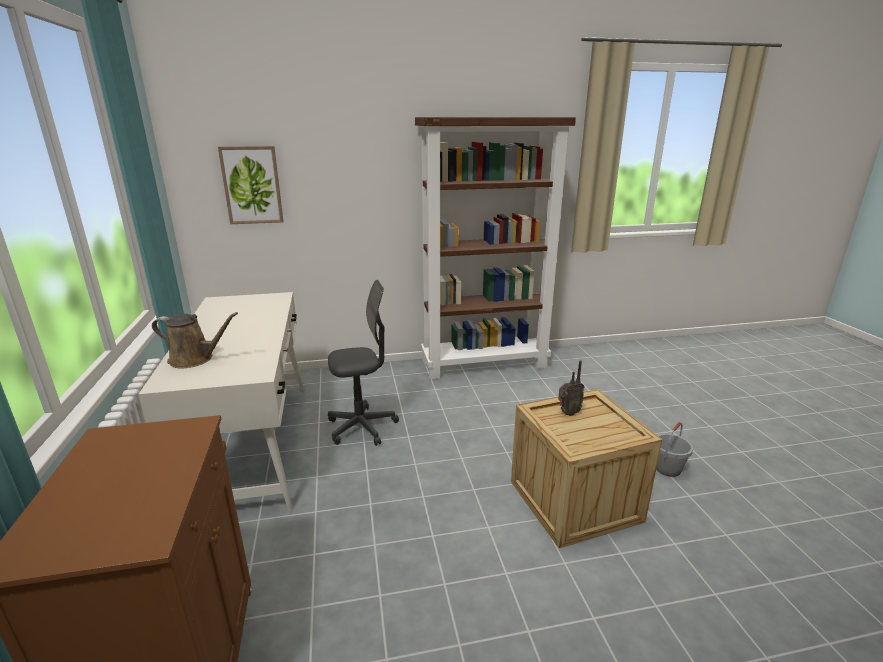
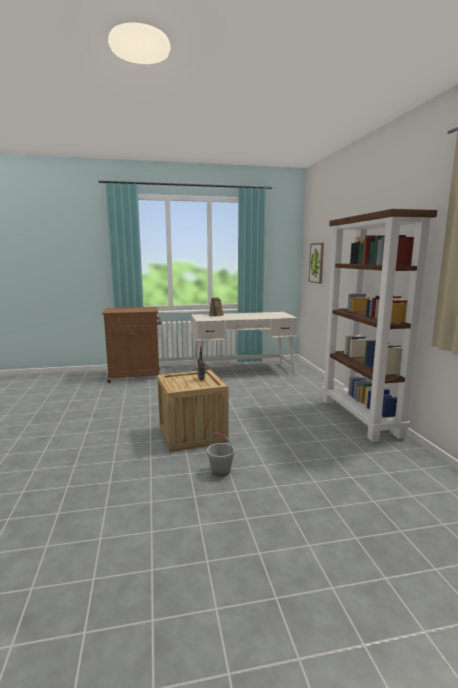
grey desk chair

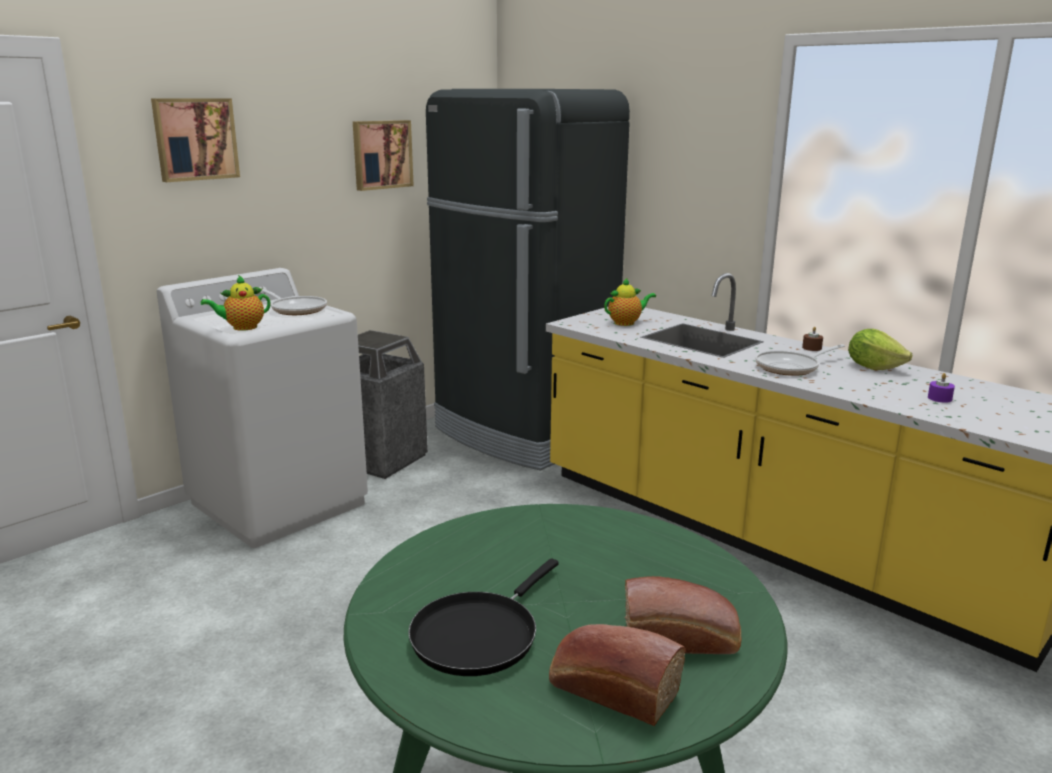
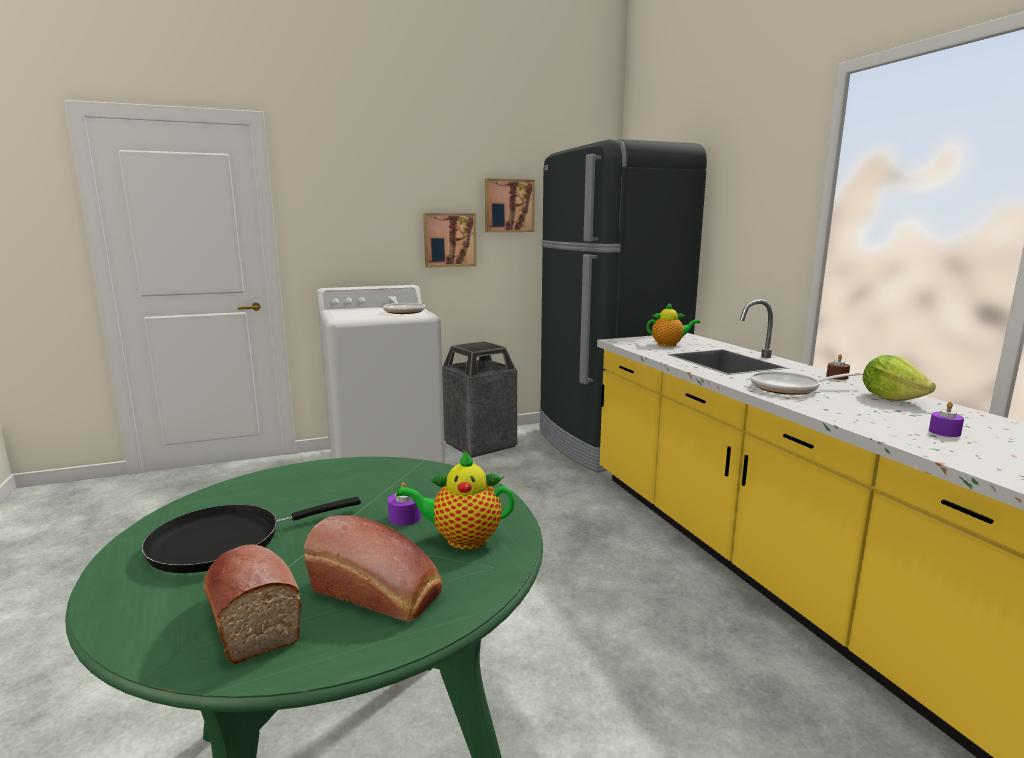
purple candle (no. 1 from left)
wall art (no. 1 from left)
teapot (no. 1 from left)

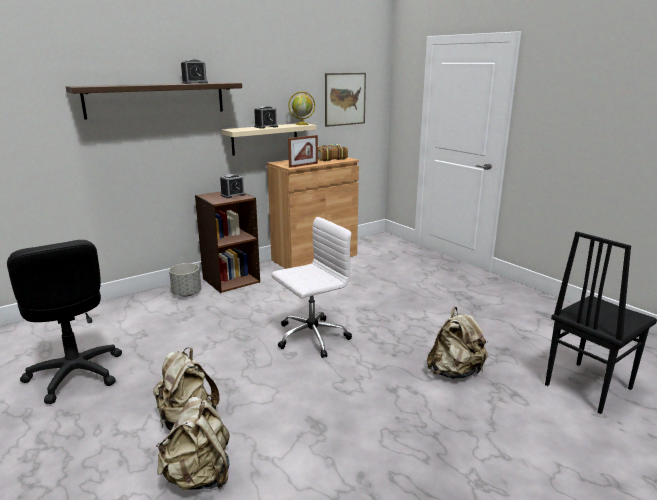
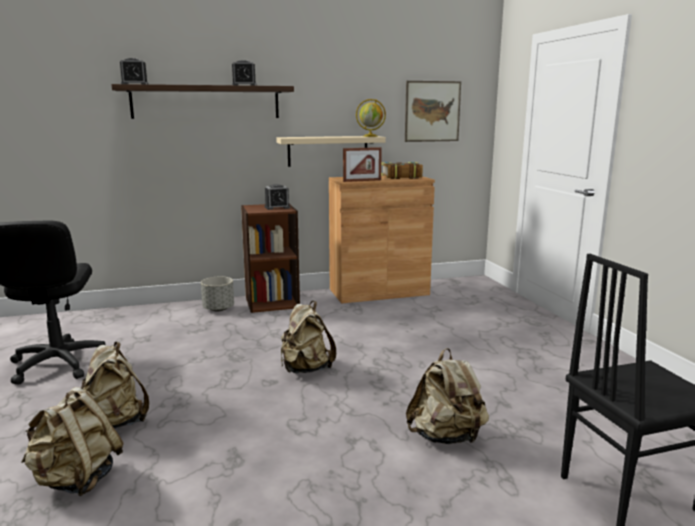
alarm clock (no. 1 from left)
beige backpack (no. 3 from left)

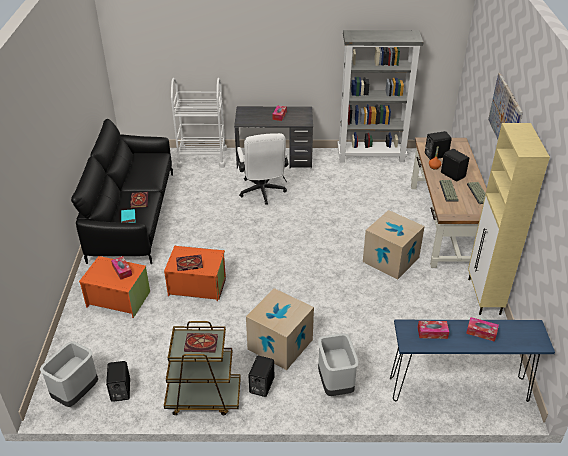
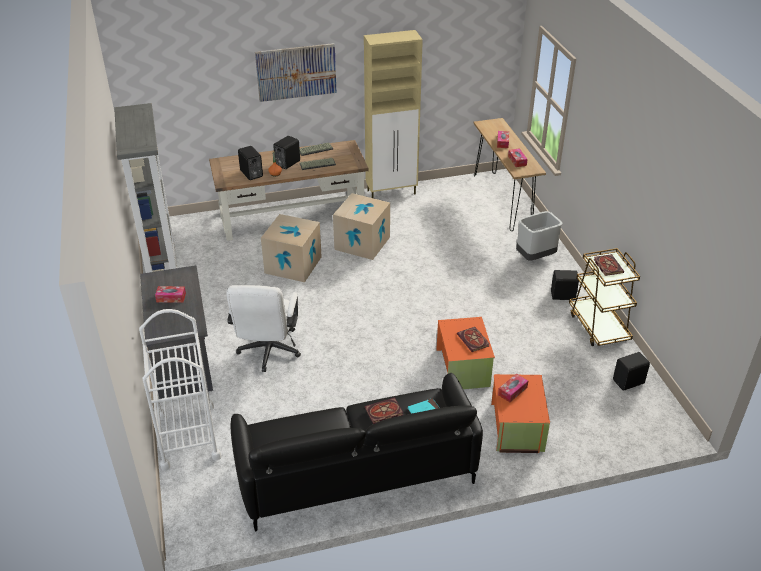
grey trash can (no. 1 from left in the first image)
packing box (no. 1 from left)
brown-coloured narrow table
white desk chair

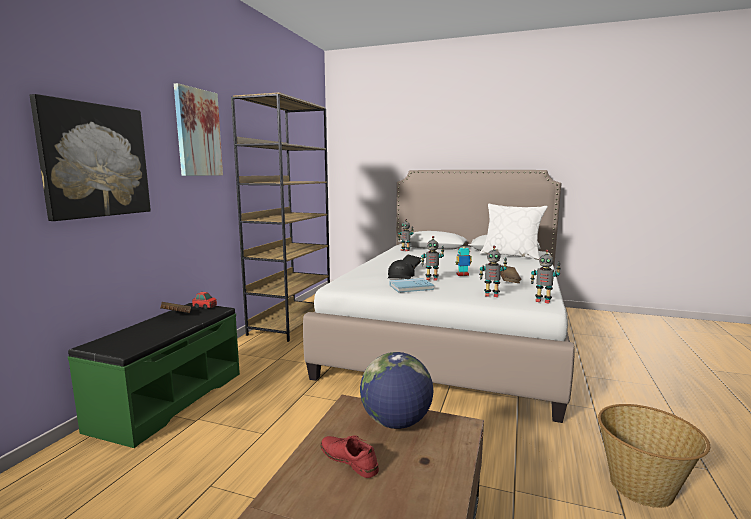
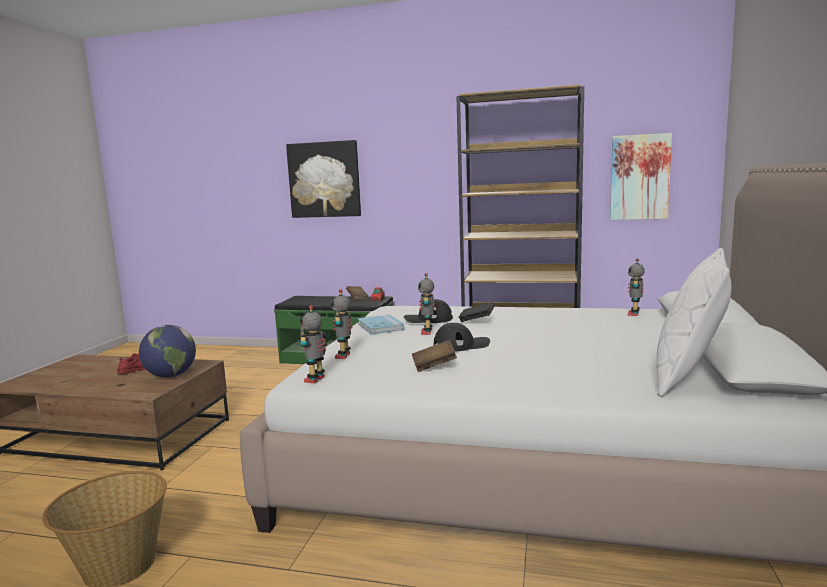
wall art (no. 2 from left)
blackish cap (no. 2 from left)

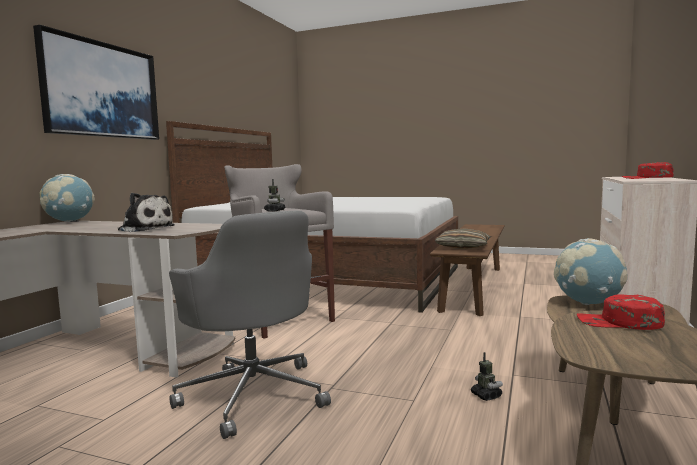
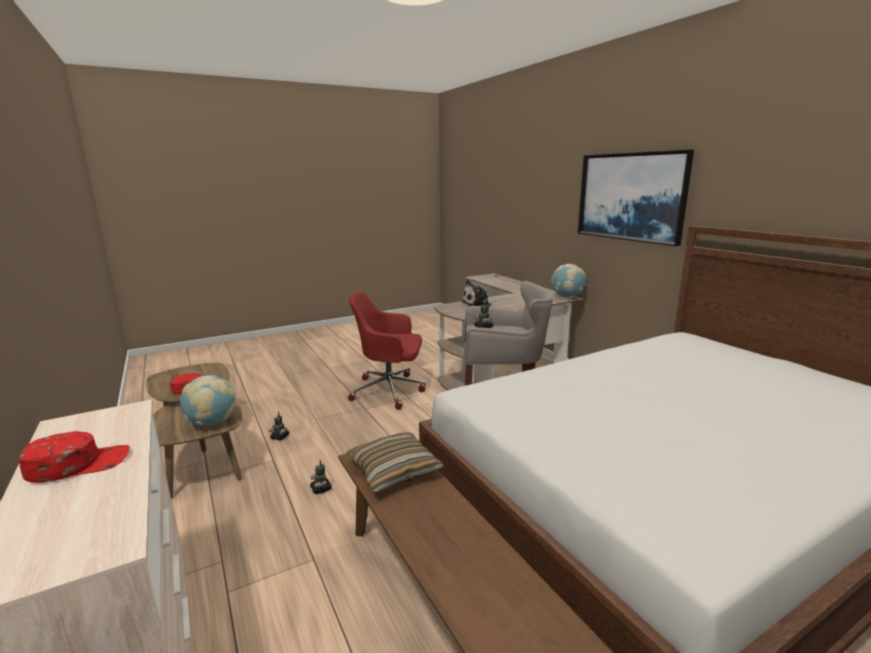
toy robot (no. 2 from left)
red-coloured desk chair

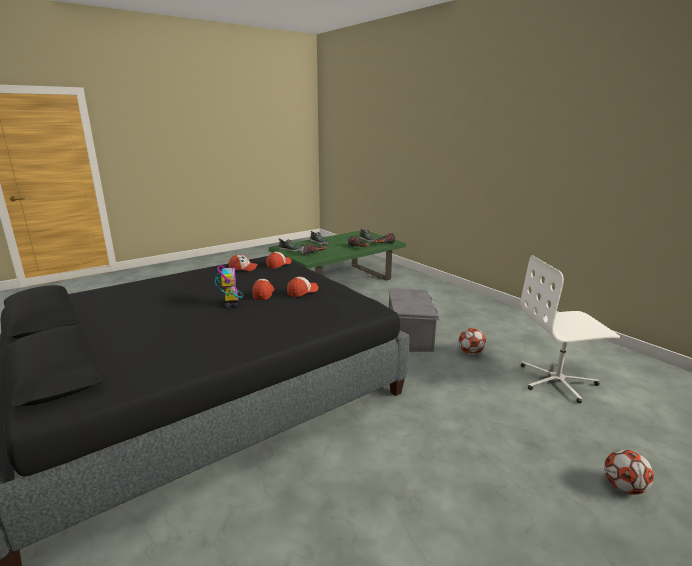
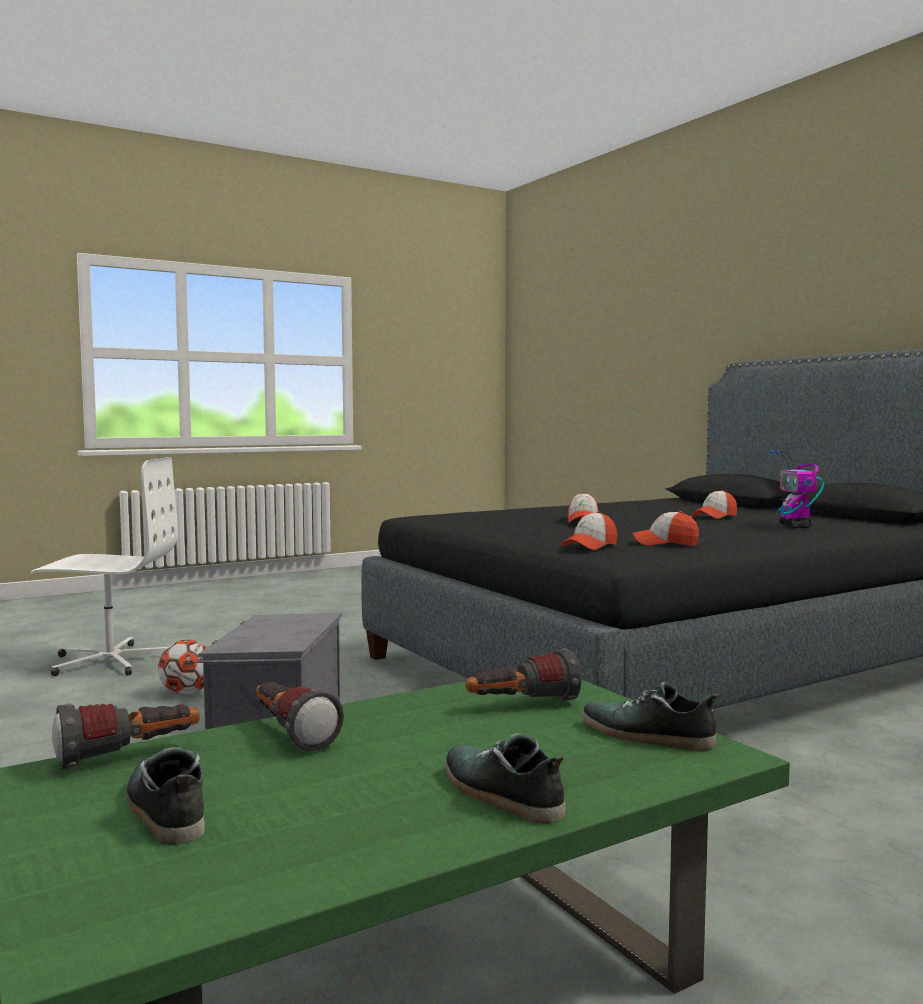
ball for football (no. 2 from left in the first image)
toy robot
cap (no. 4 from left)

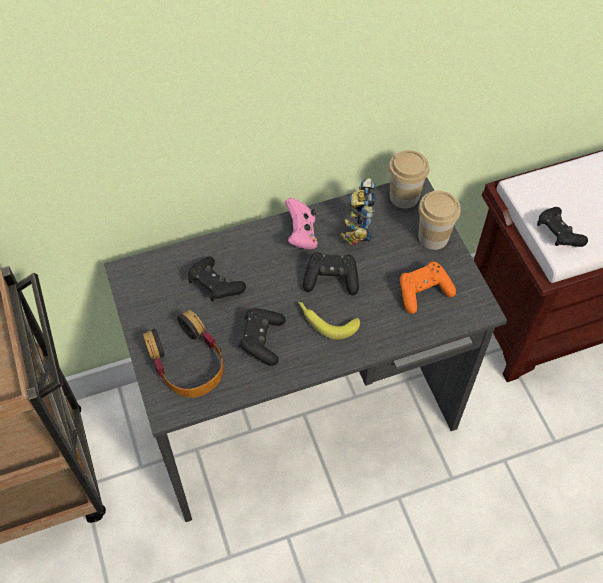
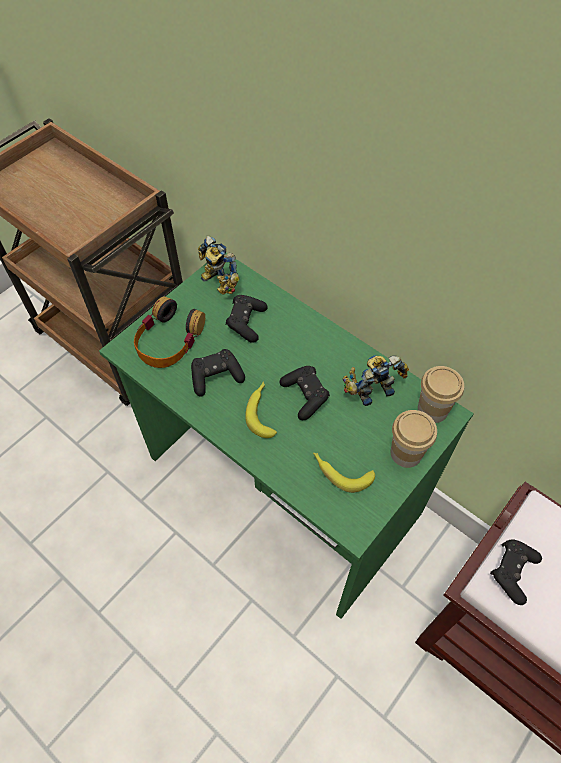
pinkish game controller
toy robot (no. 1 from left)
banana (no. 2 from left)
greenish desk unit

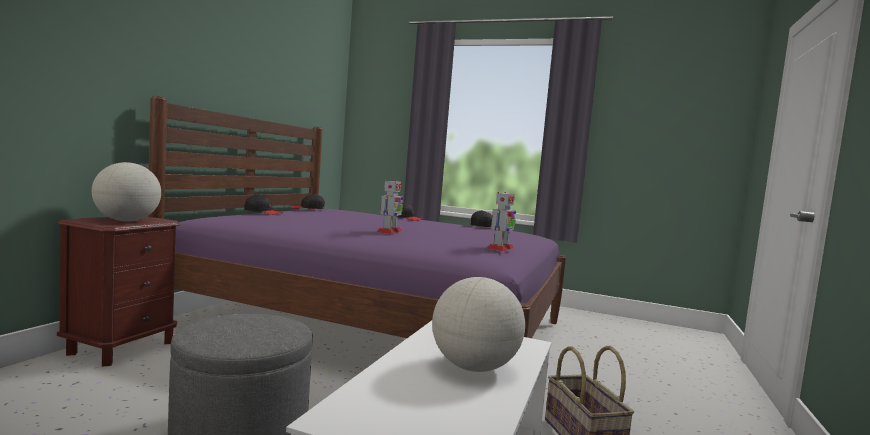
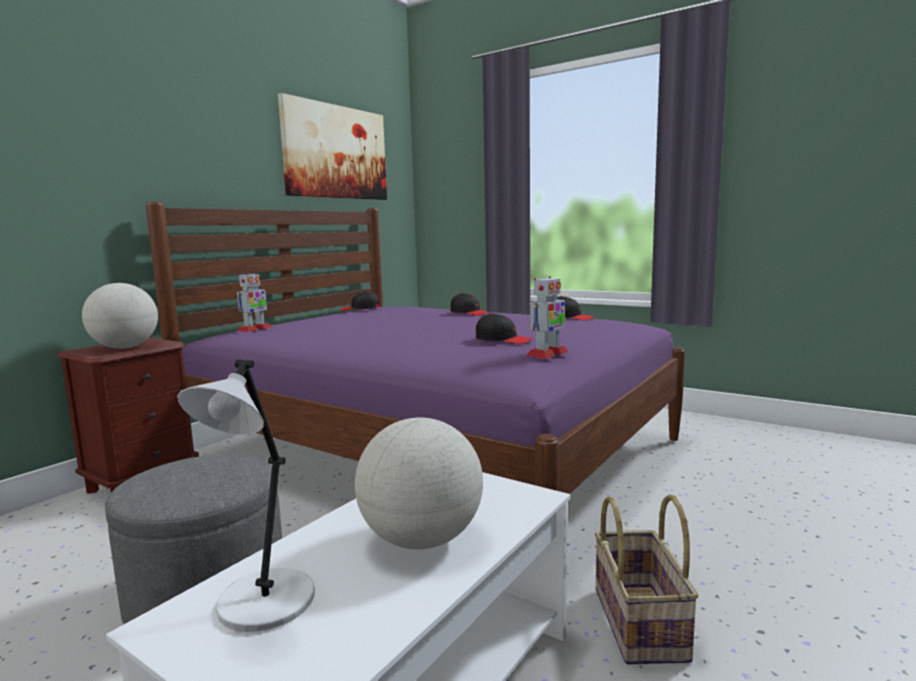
grey lamp for a table
wall art
blackish cap (no. 3 from left)
toy robot (no. 1 from left)

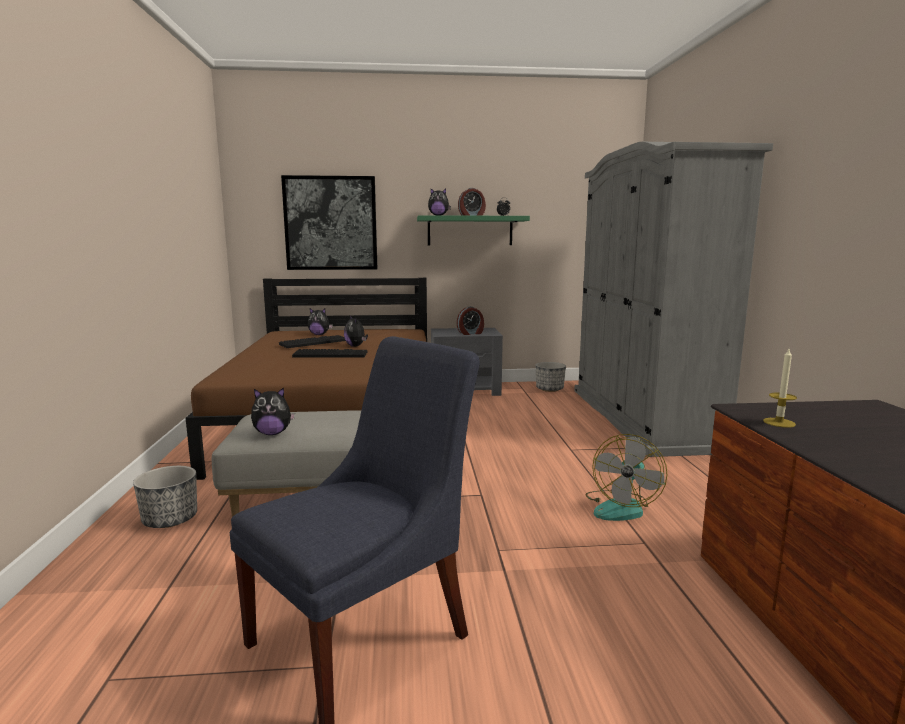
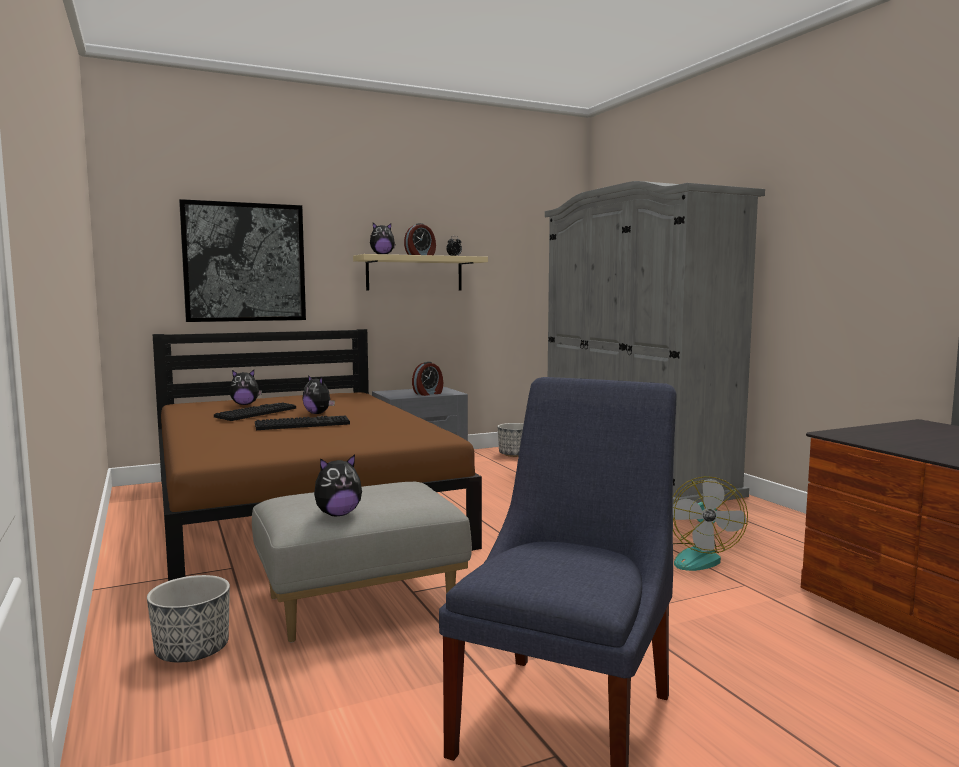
candle
beige shelf

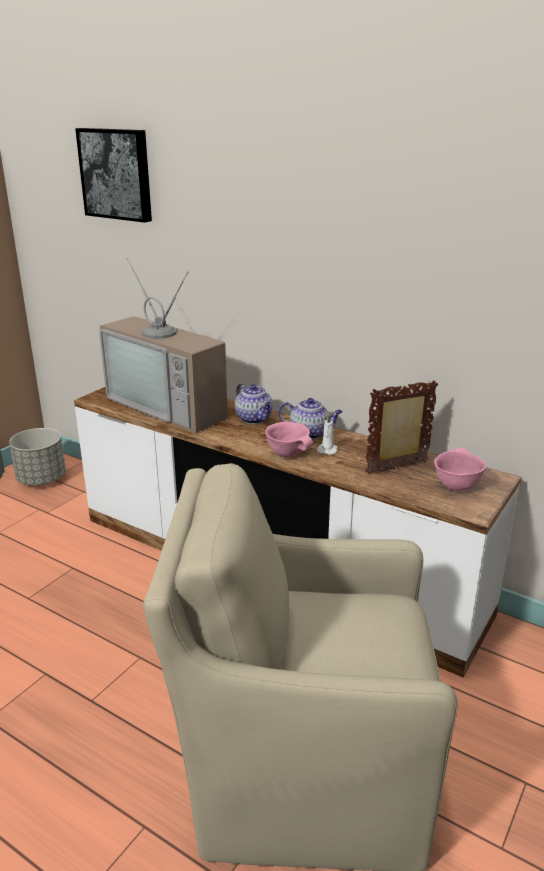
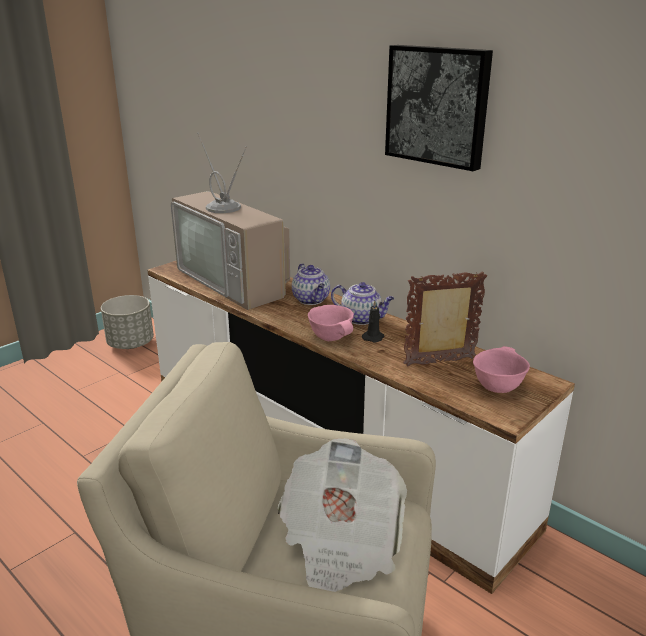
newspaper
wall art
blackish candle

